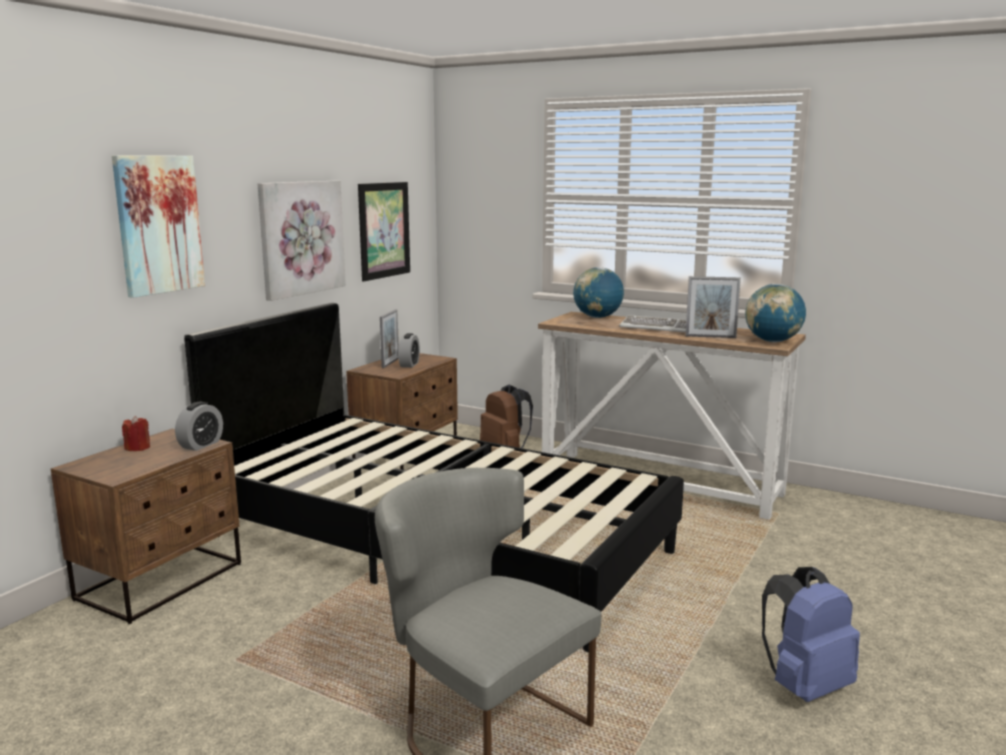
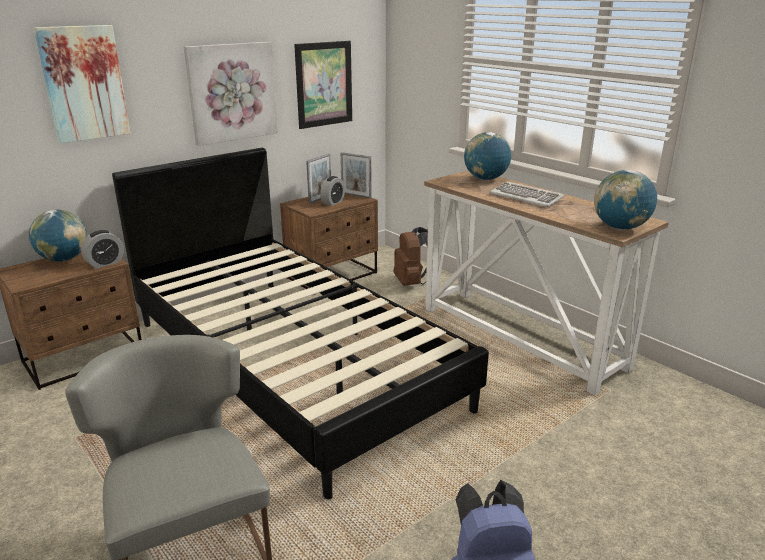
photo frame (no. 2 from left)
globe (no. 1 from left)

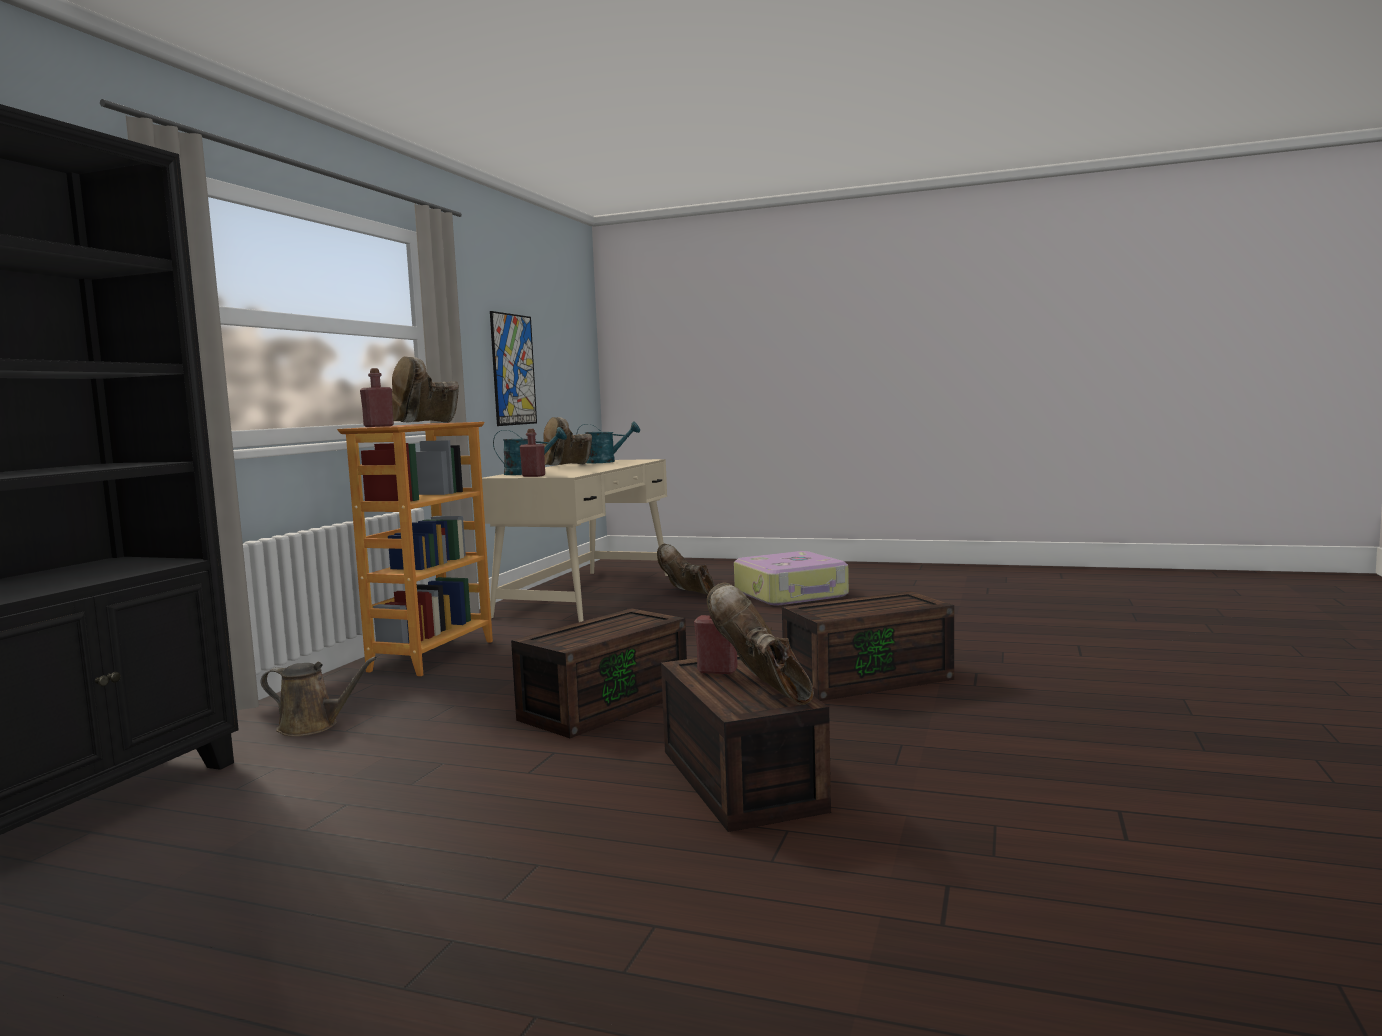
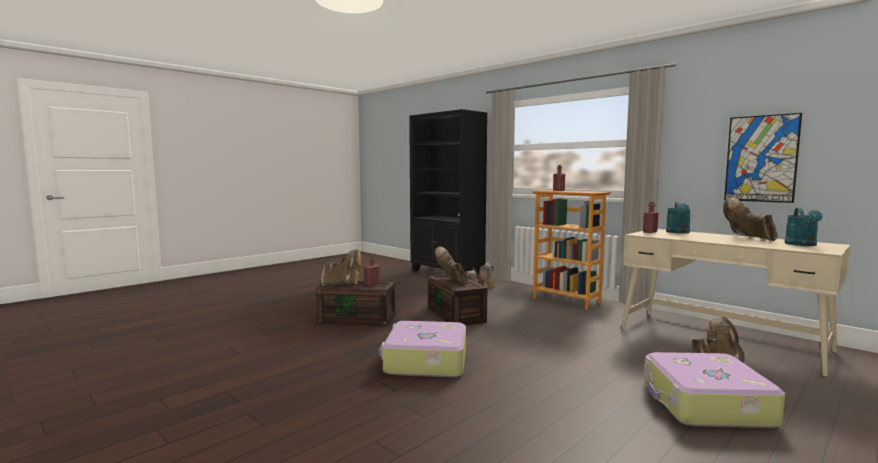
brown-coloured tall boot (no. 2 from left)
piece of luggage (no. 1 from left)

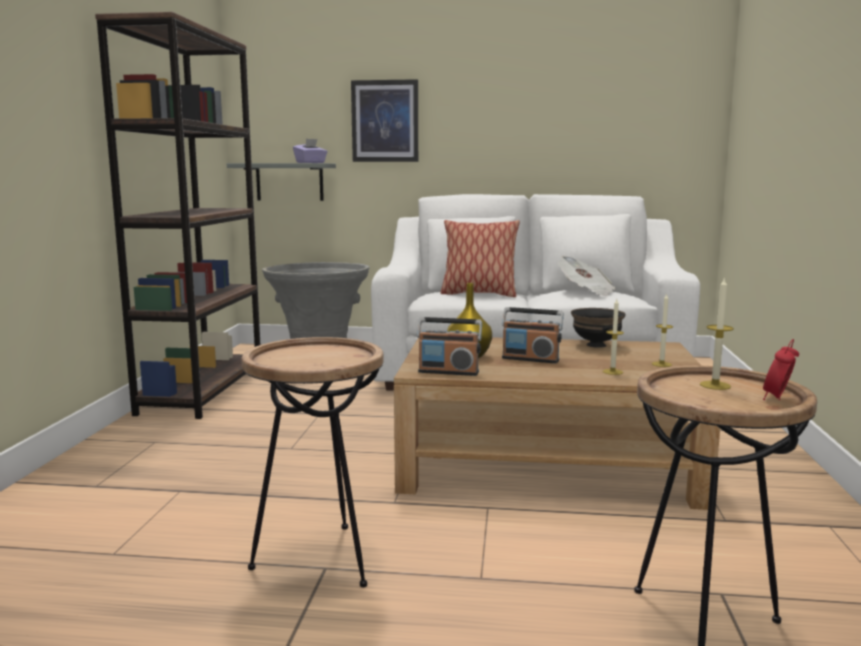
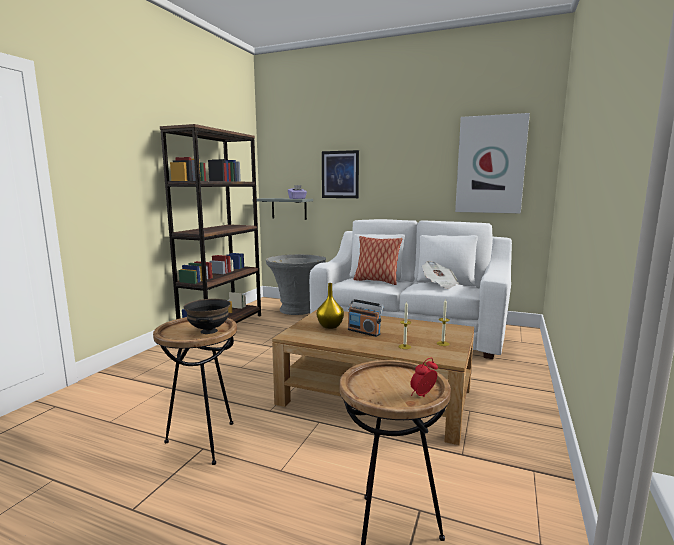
radio (no. 1 from left in the first image)
candle (no. 3 from left in the first image)
wall art (no. 2 from left)
blackish serving bowl

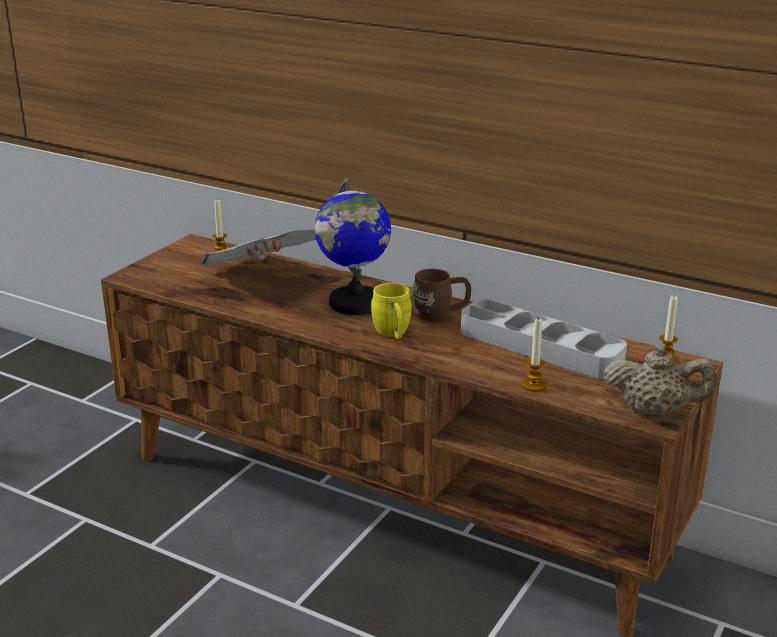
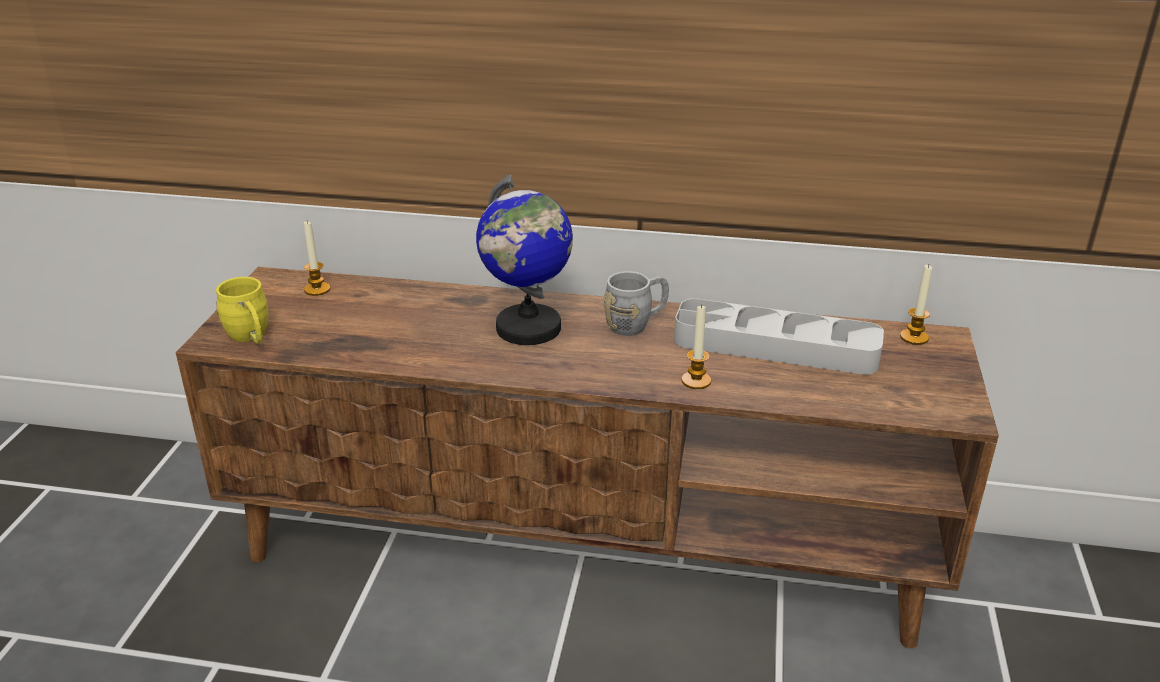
newspaper
beige teapot
yellow-coloured coffee mug
candle (no. 2 from left)
grey coffee mug

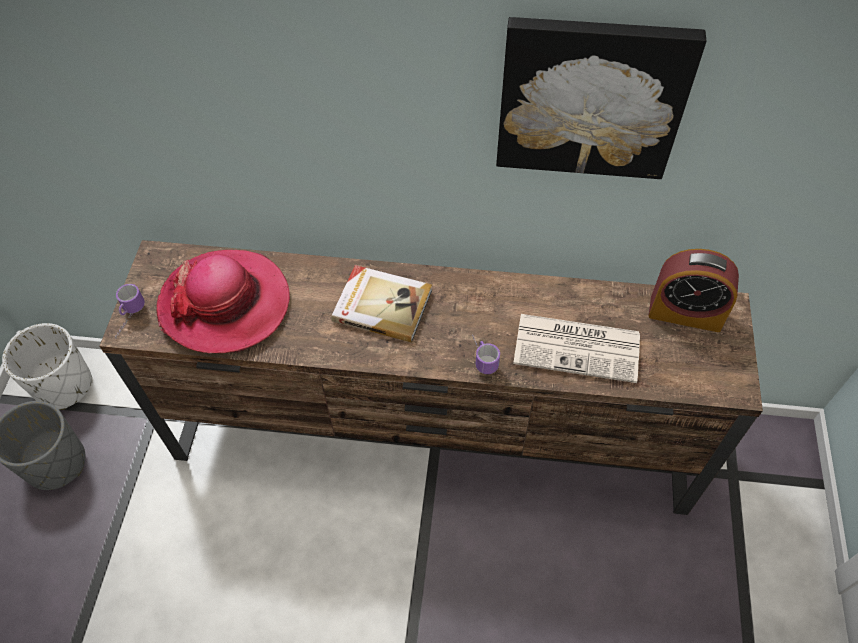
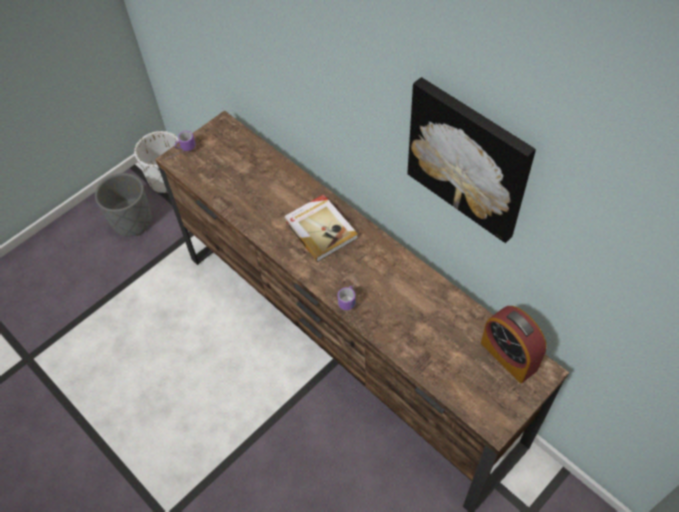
hat
newspaper

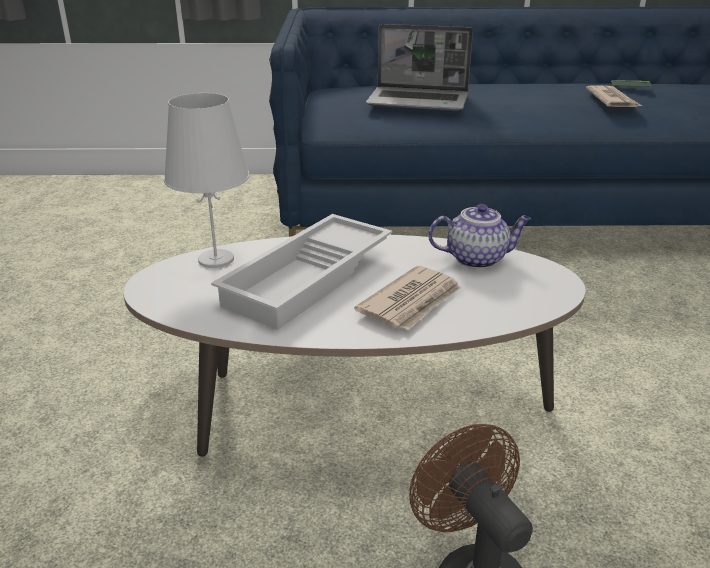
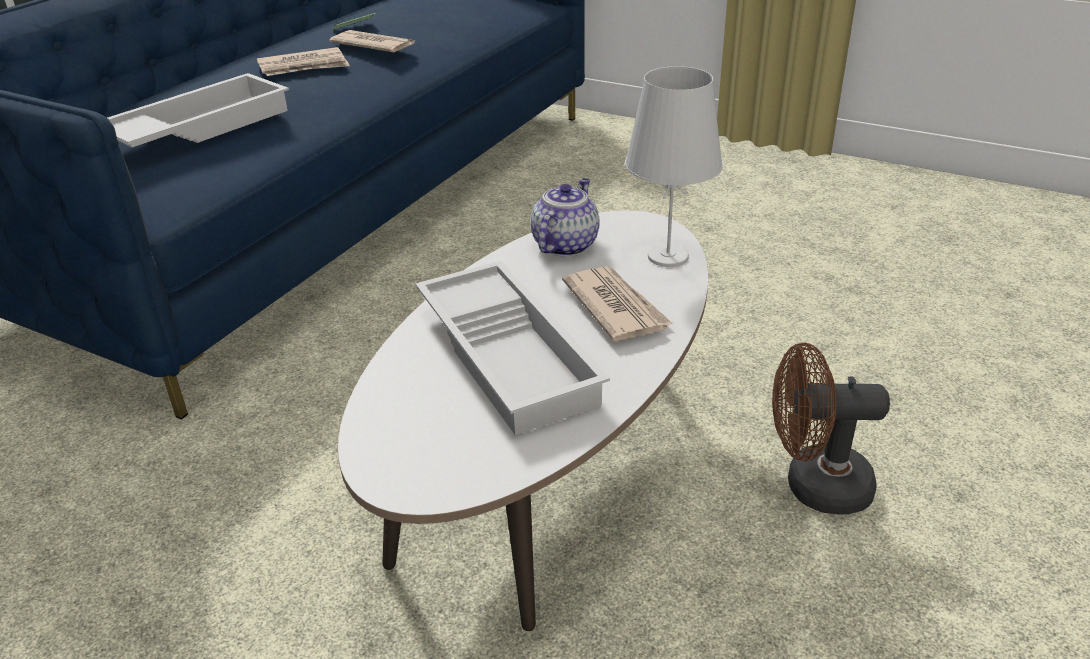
newspaper (no. 1 from left)
white lamp for a table
white serving tray (no. 1 from left)

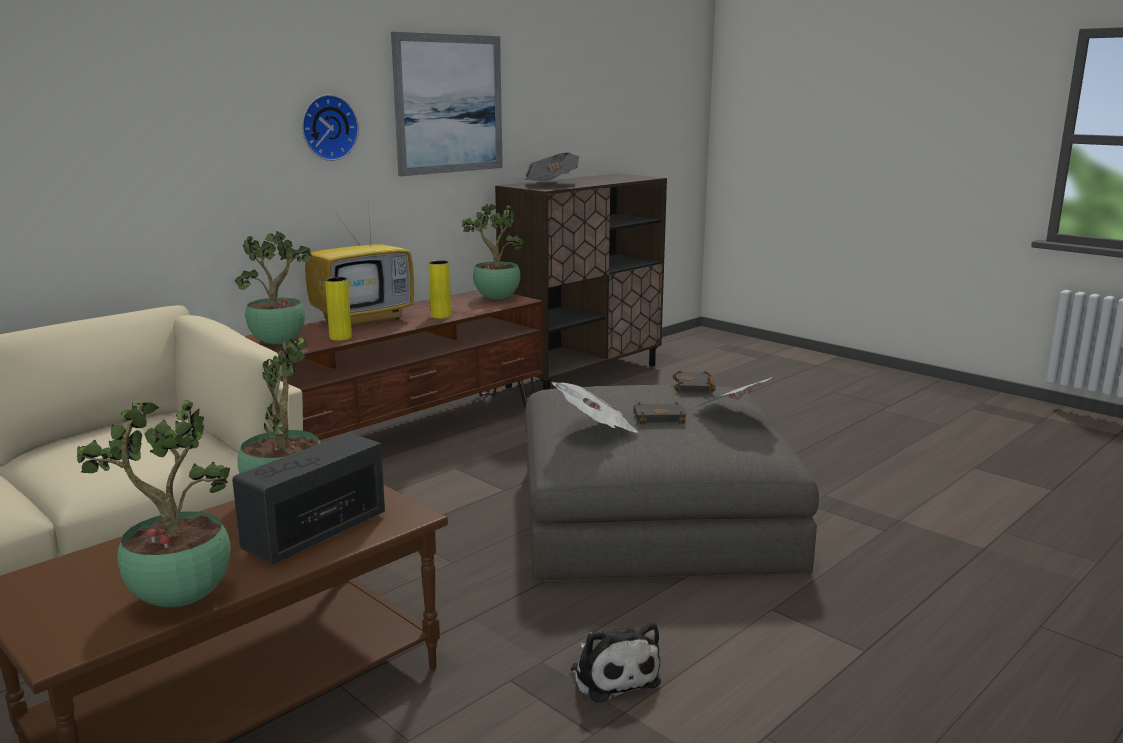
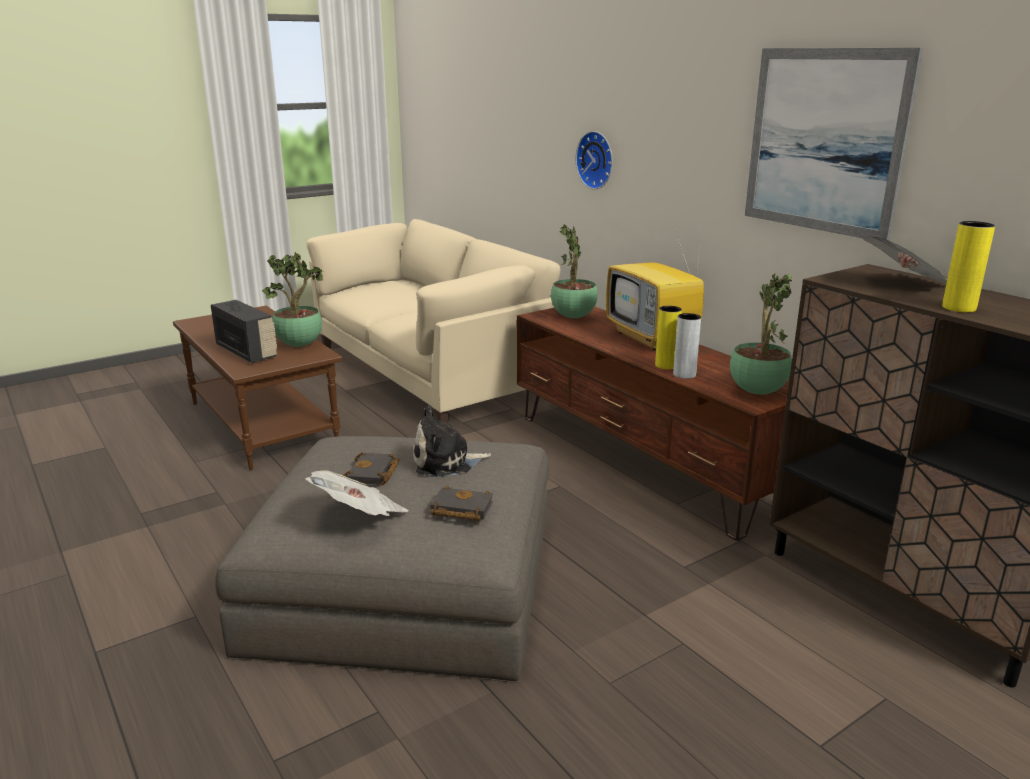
potted plant (no. 1 from left in the first image)
newspaper (no. 2 from left in the first image)
grey flower vase
wall clock
yellow-coloured flower vase (no. 2 from left)
cuddly toy

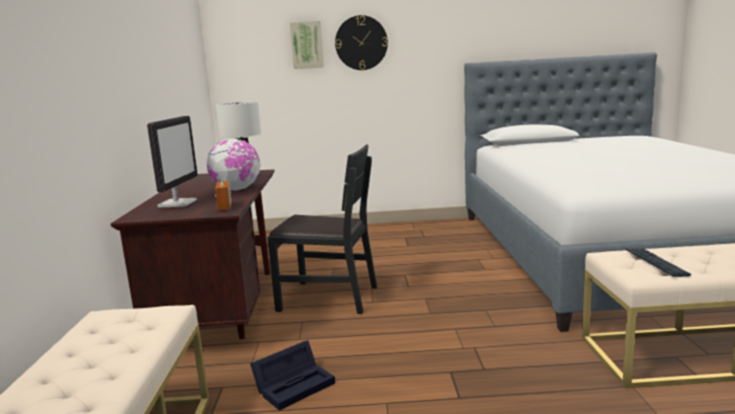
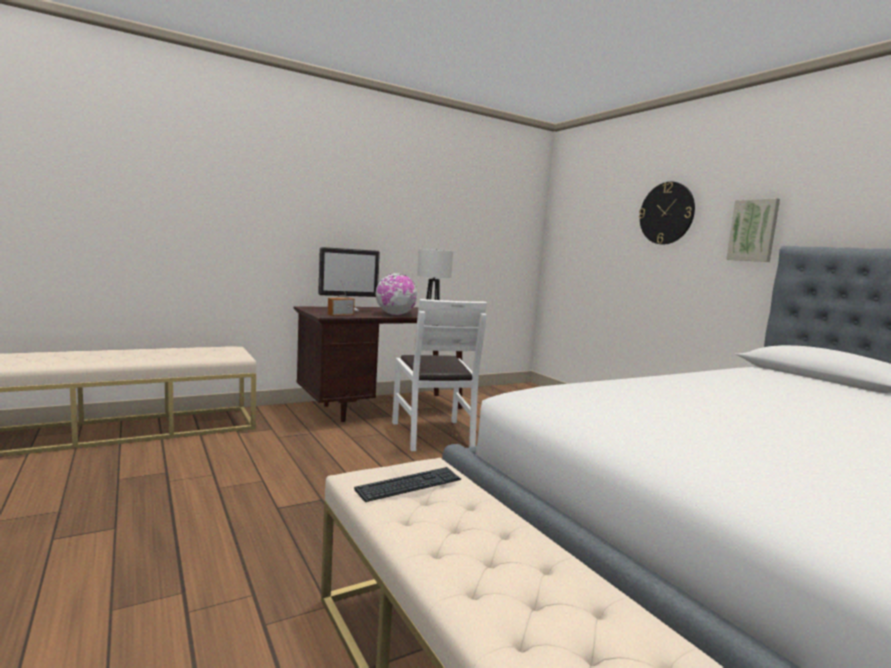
blackish storage box
wall art
white plain chair

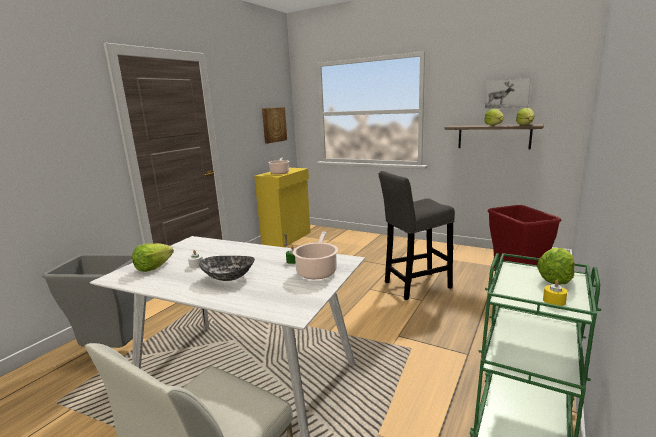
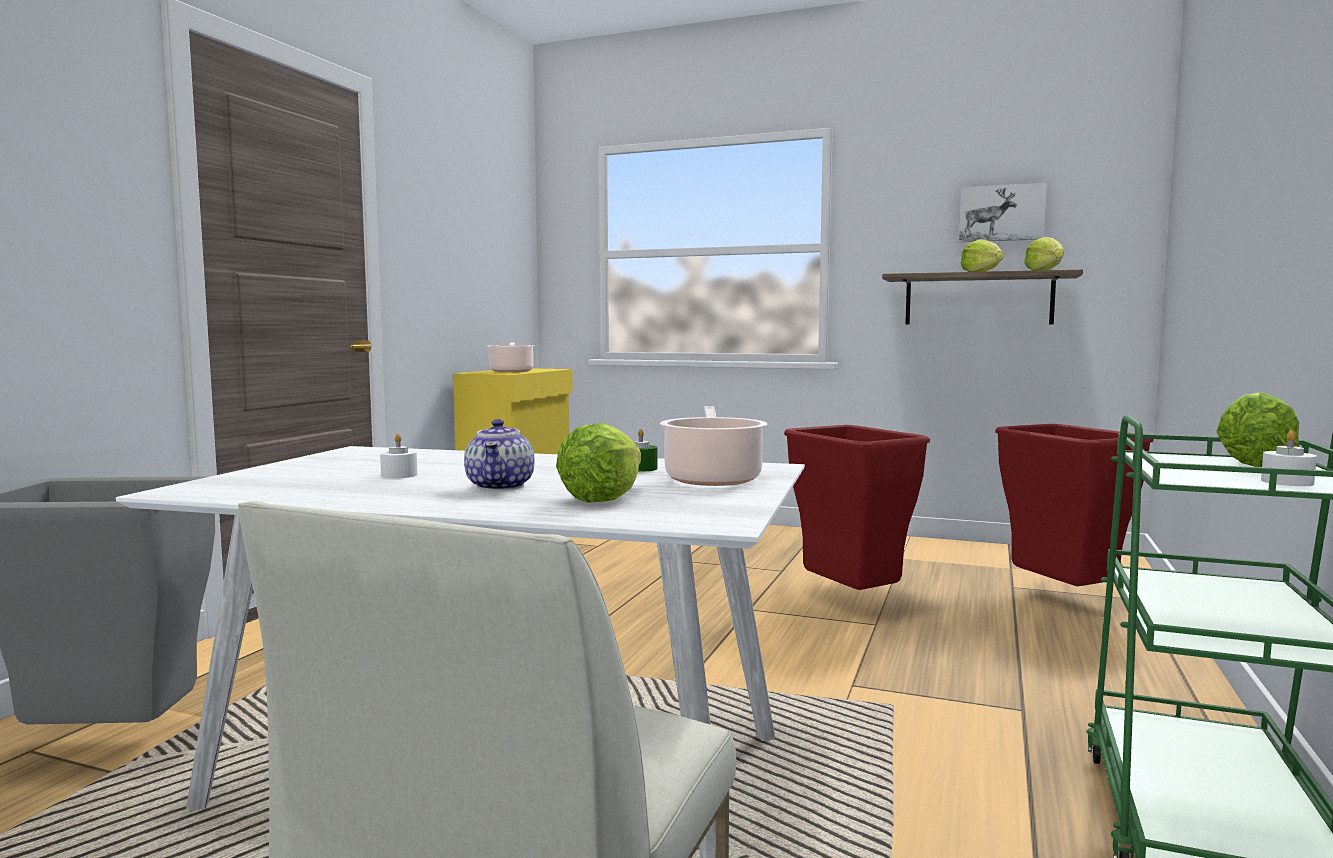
wall art (no. 1 from left in the first image)
lettuce head (no. 1 from left)
teapot
red-coloured trash can (no. 1 from left)
white candle (no. 2 from left)

